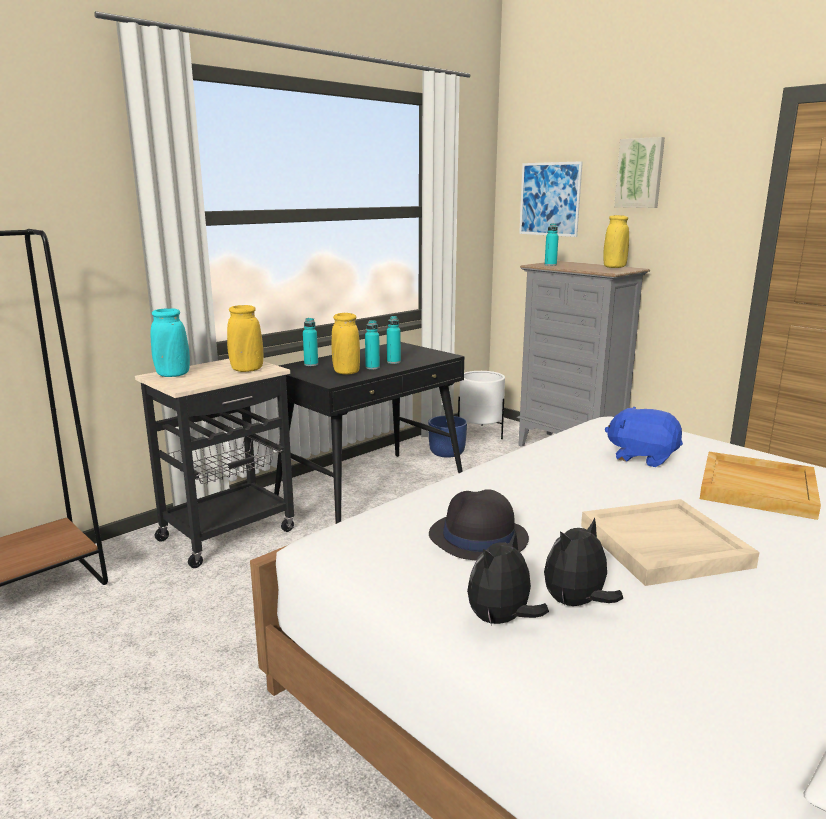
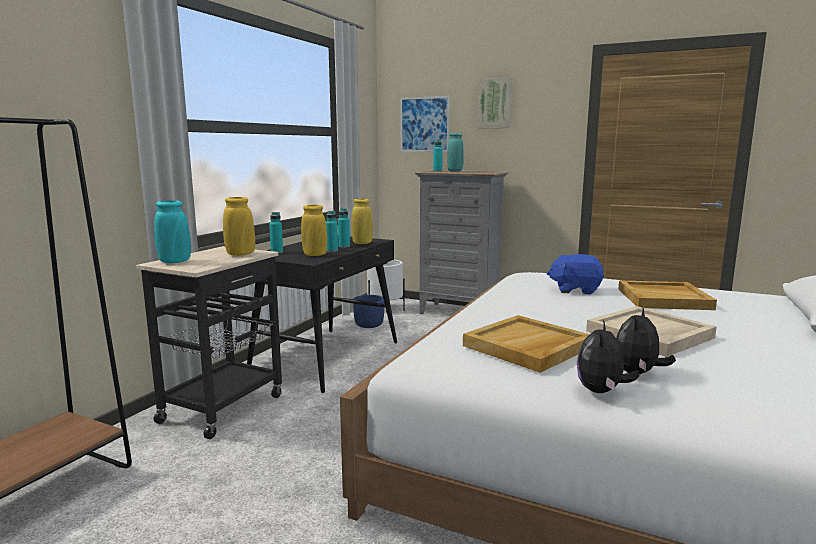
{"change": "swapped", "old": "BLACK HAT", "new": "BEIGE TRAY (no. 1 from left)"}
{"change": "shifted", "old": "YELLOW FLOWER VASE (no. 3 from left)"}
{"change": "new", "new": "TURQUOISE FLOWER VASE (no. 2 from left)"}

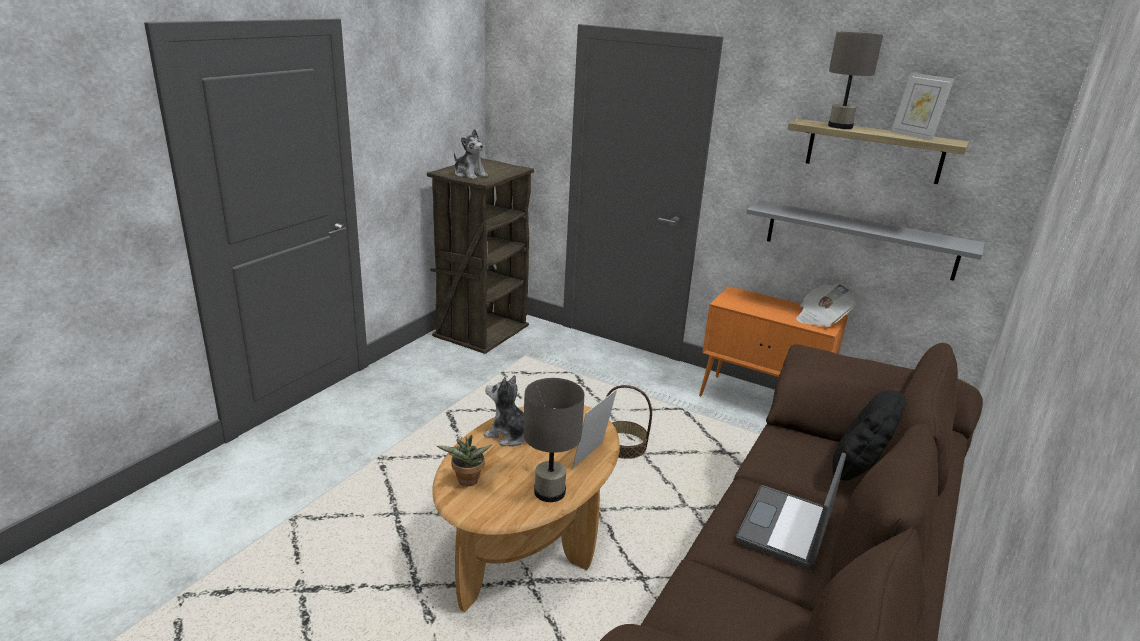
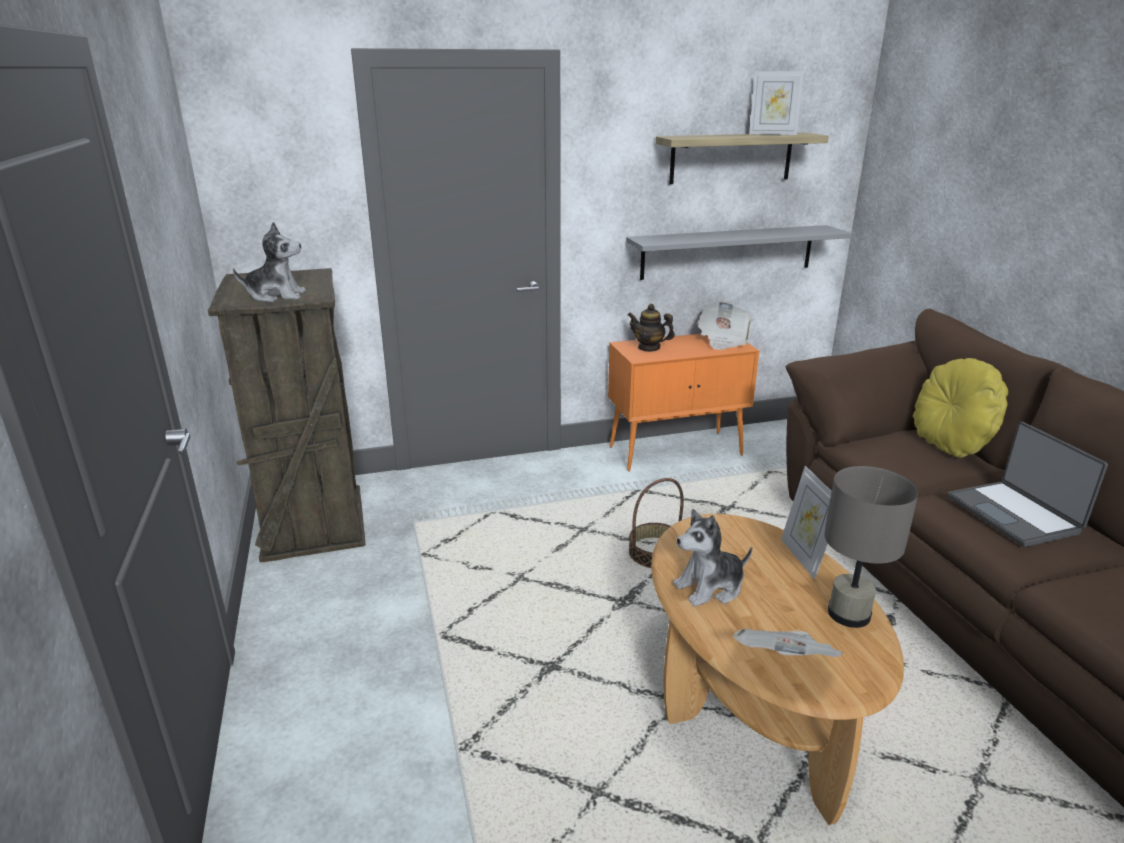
{"change": "swapped", "old": "PLANT IN A POT", "new": "NEWSPAPER (no. 2 from left)"}
{"change": "gone", "old": "GREY LAMP FOR A TABLE (no. 2 from left)"}
{"change": "repainted", "old": "BLACK CUSHION", "new": "YELLOW CUSHION"}
{"change": "new", "new": "TEA POT"}

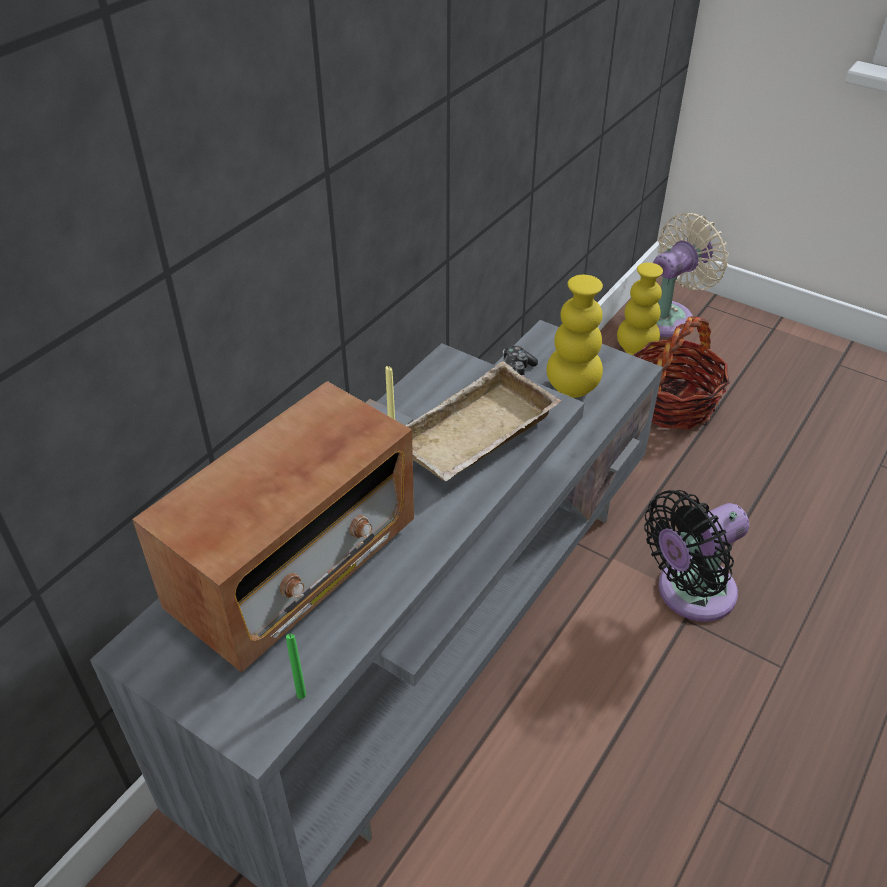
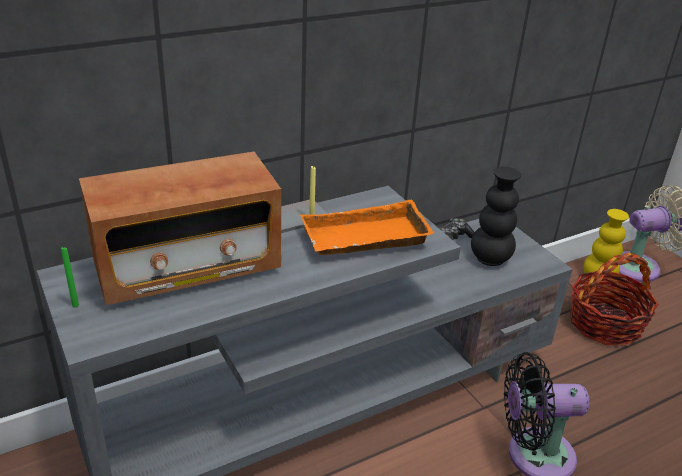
{"change": "shifted", "old": "GREEN-COLOURED CANDLE"}
{"change": "repainted", "old": "BEIGE TRAY", "new": "ORANGE TRAY"}
{"change": "repainted", "old": "YELLOW FLOWER VASE (no. 1 from left)", "new": "BLACK FLOWER VASE"}

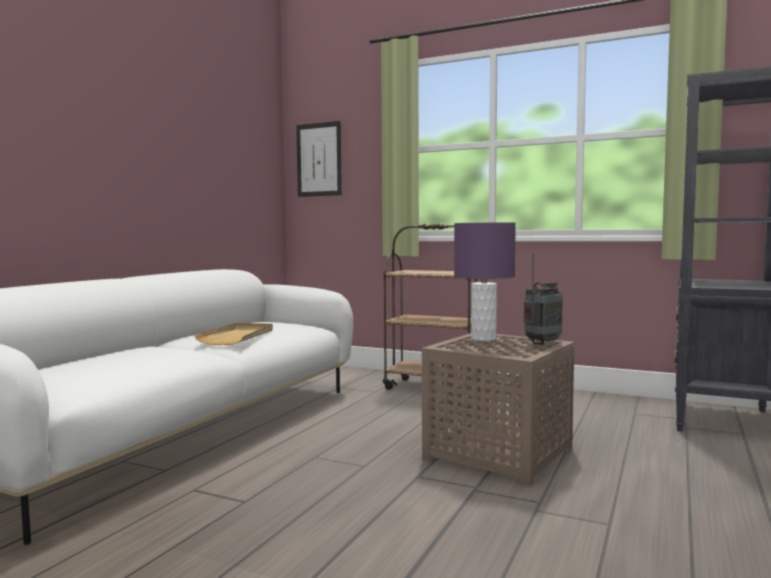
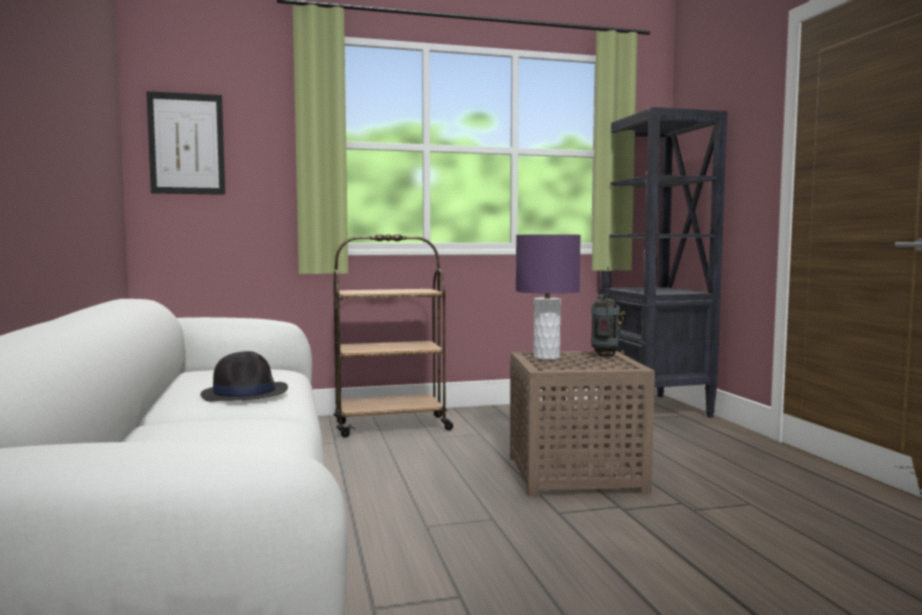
{"change": "swapped", "old": "BEIGE TRAY", "new": "BLACK HAT"}

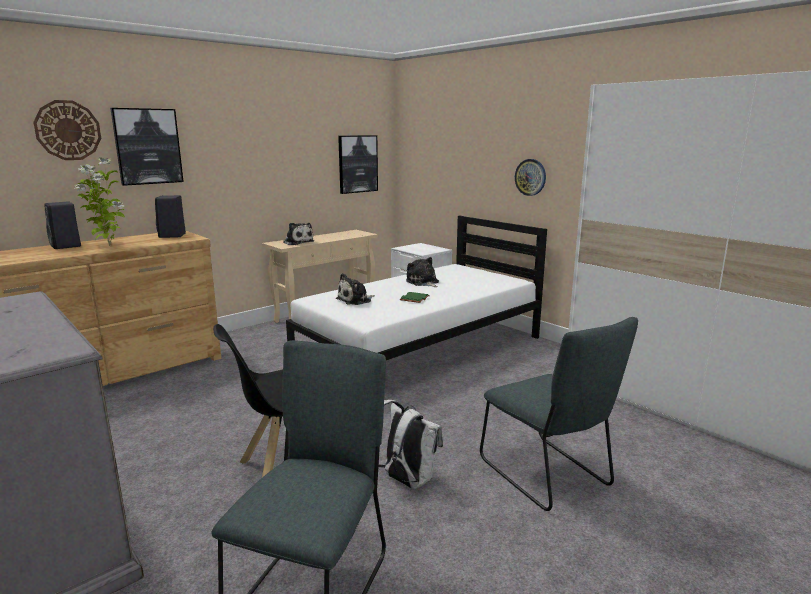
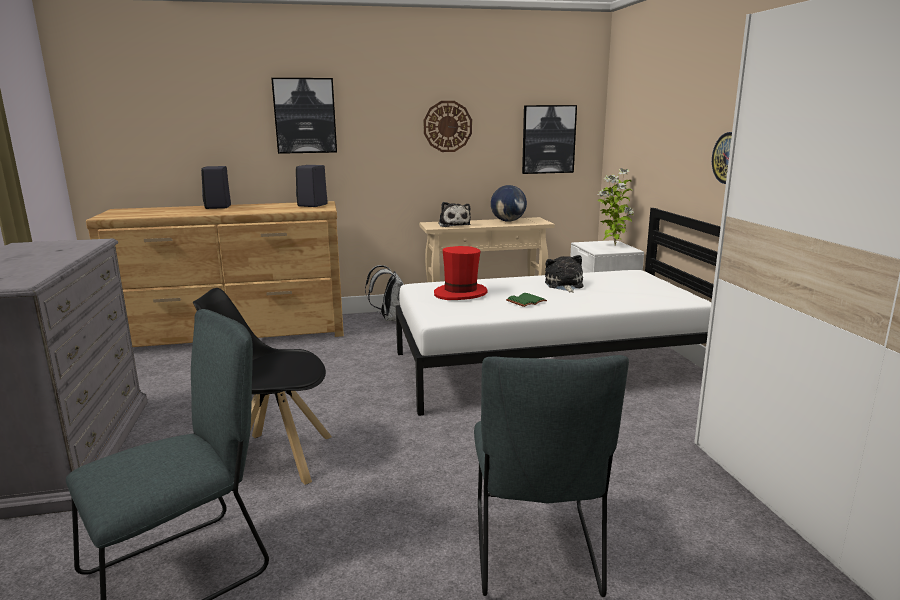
{"change": "shifted", "old": "HANGING CLOCK (no. 1 from left)"}
{"change": "shifted", "old": "PLANT IN A POT"}
{"change": "swapped", "old": "PLUSH TOY (no. 2 from left)", "new": "RED HAT"}
{"change": "shifted", "old": "WHITE-COLOURED BACKPACK"}
{"change": "new", "new": "GLOBE"}

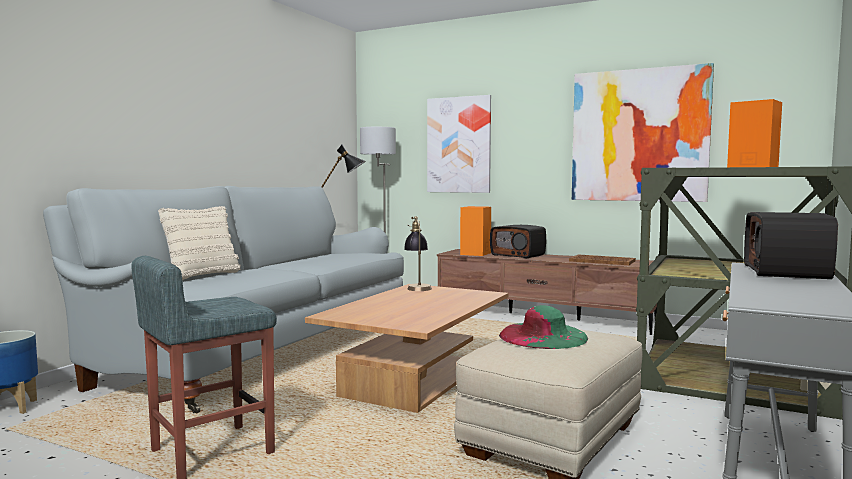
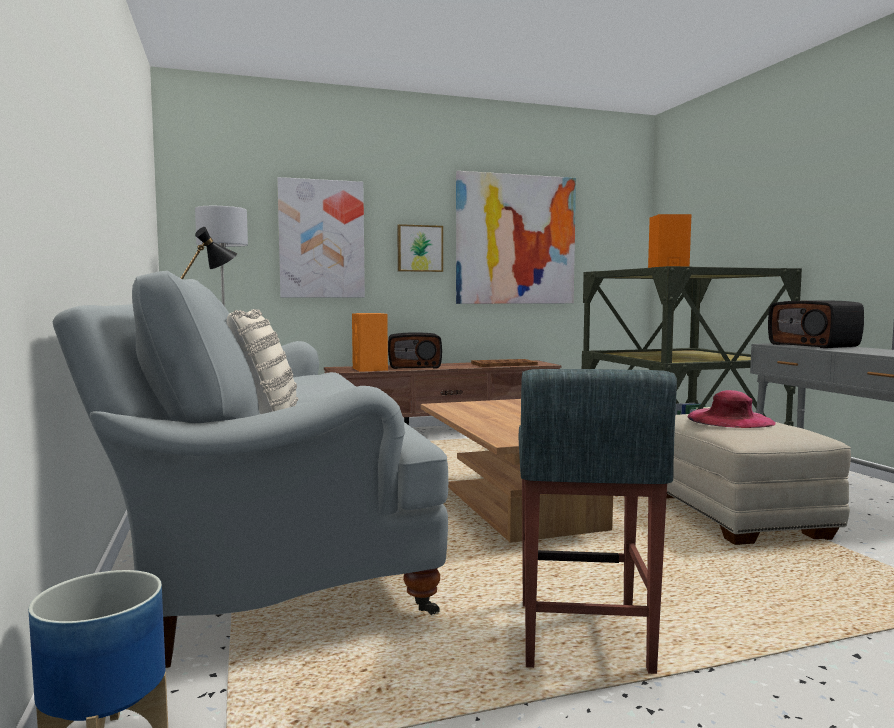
{"change": "gone", "old": "LAMP FOR A TABLE"}
{"change": "repainted", "old": "GREEN-COLOURED HAT", "new": "PINK-COLOURED HAT"}
{"change": "new", "new": "WALL ART (no. 2 from left)"}

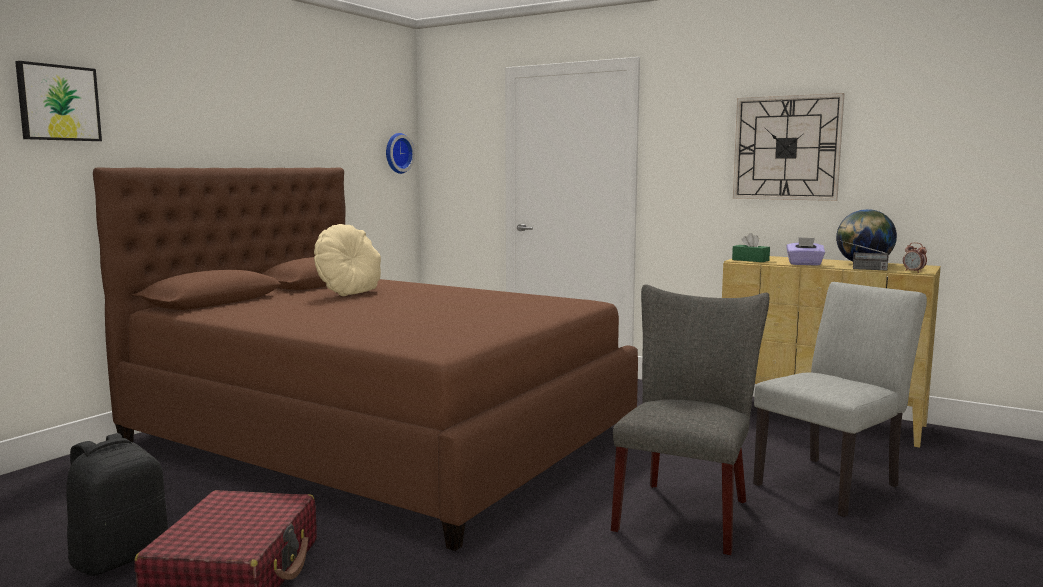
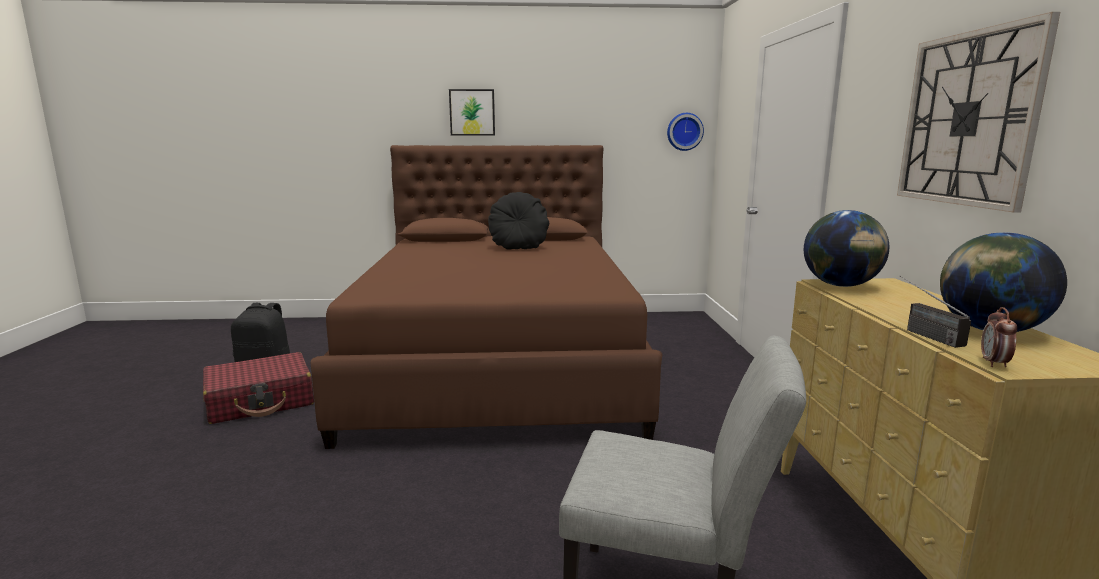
{"change": "shifted", "old": "WALL ART"}
{"change": "repainted", "old": "BEIGE CUSHION", "new": "BLACK CUSHION"}
{"change": "gone", "old": "GREY CHAIR (no. 1 from left)"}
{"change": "swapped", "old": "GREEN-COLOURED BOX OF TISSUES", "new": "GLOBE (no. 1 from left)"}
{"change": "gone", "old": "PURPLISH BOX OF TISSUES"}

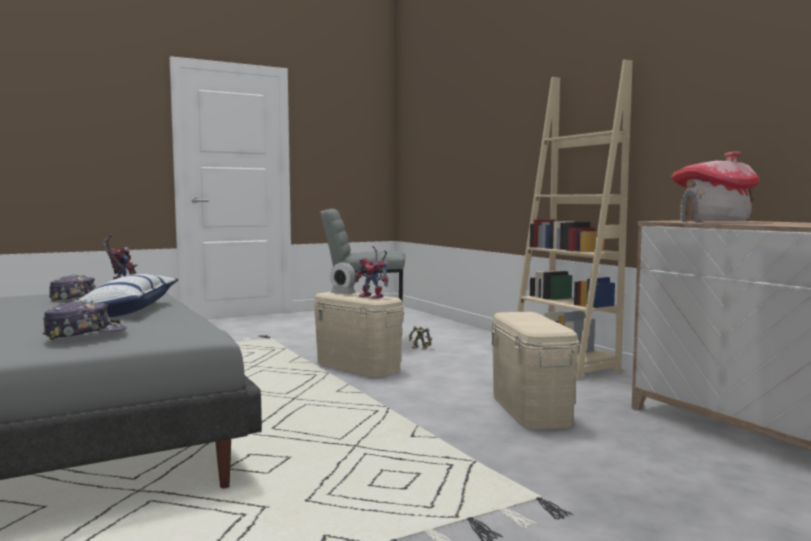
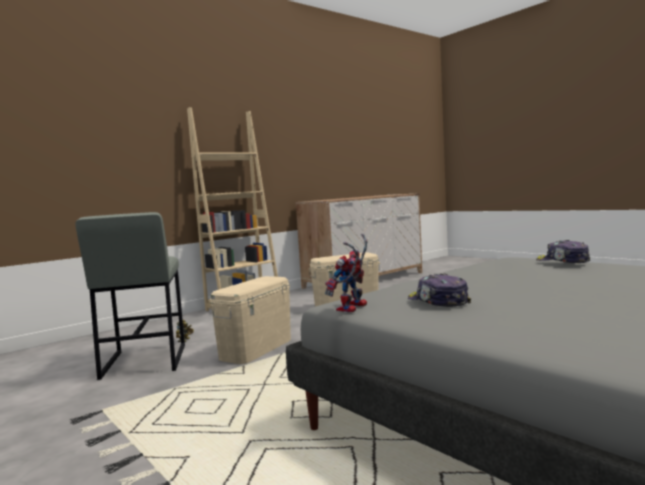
{"change": "gone", "old": "CUSHION"}
{"change": "gone", "old": "TABLE CLOCK"}
{"change": "gone", "old": "ROBOT FIGURE (no. 2 from left)"}
{"change": "gone", "old": "MINIATURE HOUSE"}

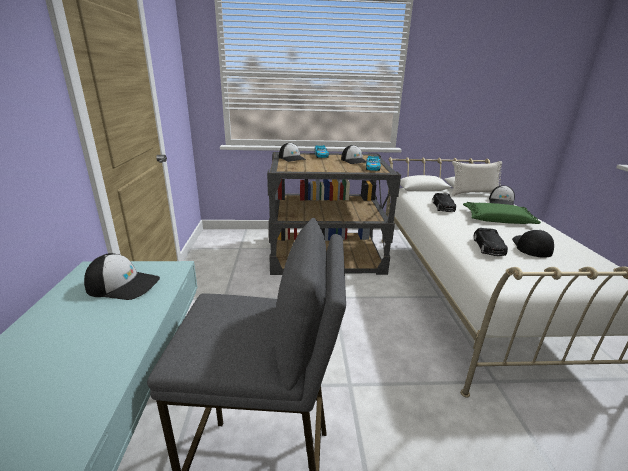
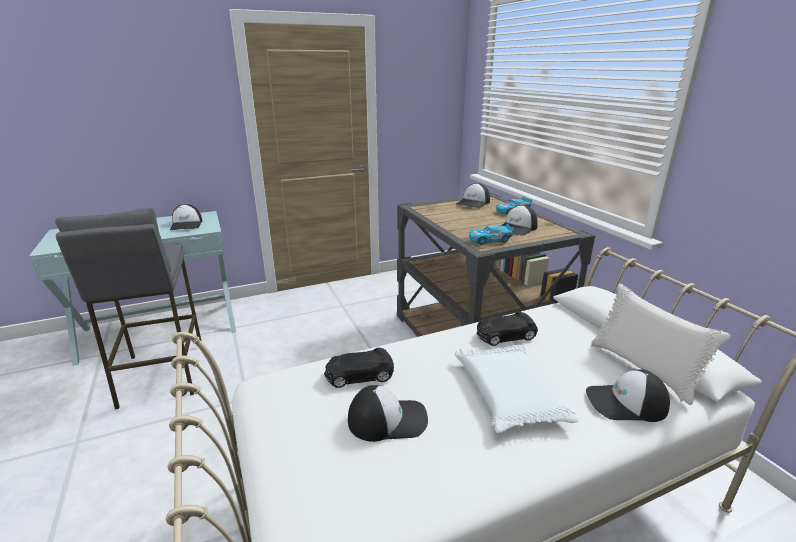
{"change": "repainted", "old": "GREEN-COLOURED CUSHION", "new": "WHITE-COLOURED CUSHION (no. 1 from left)"}

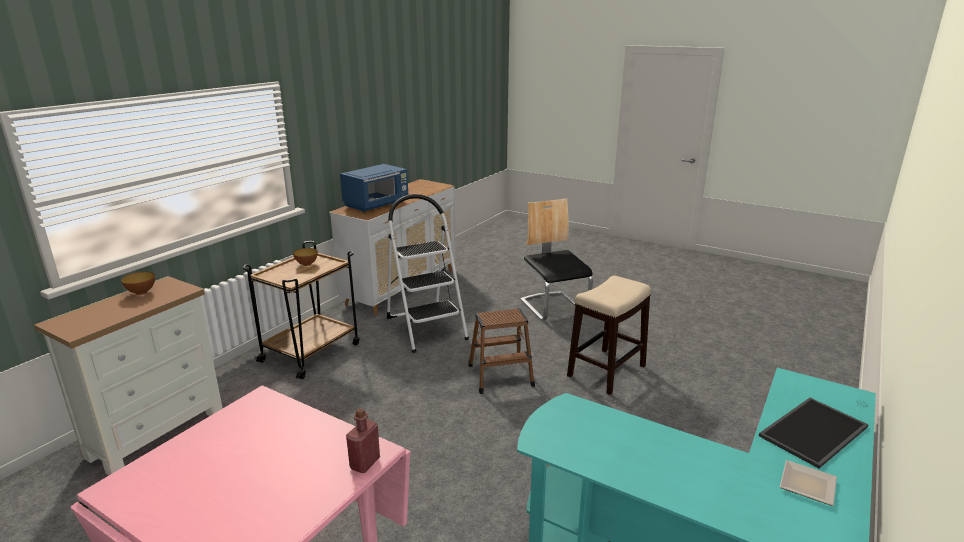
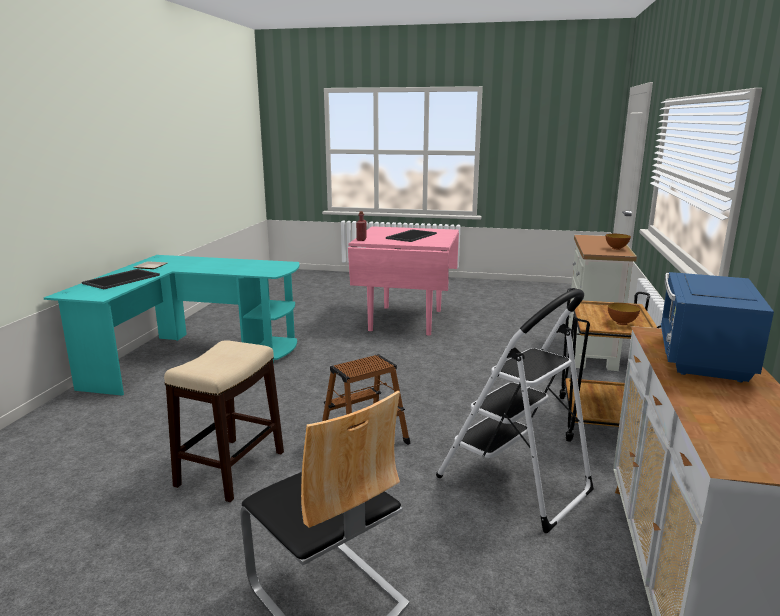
{"change": "new", "new": "TRAY (no. 2 from left)"}

